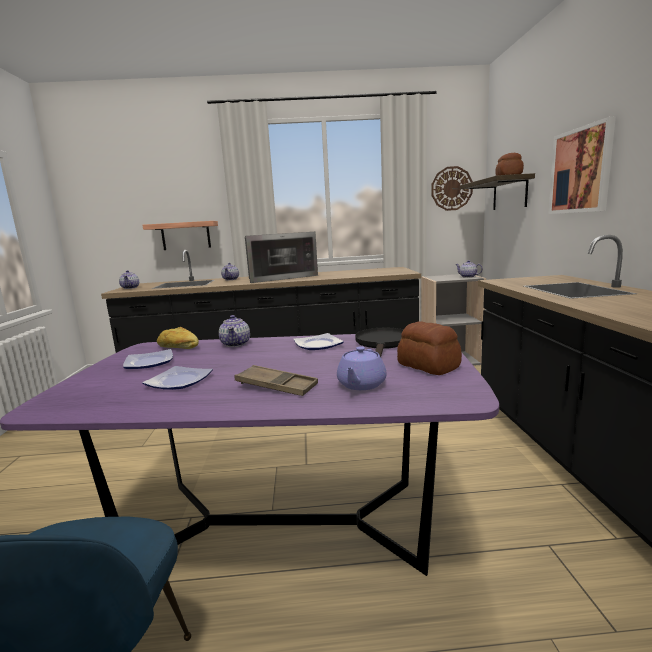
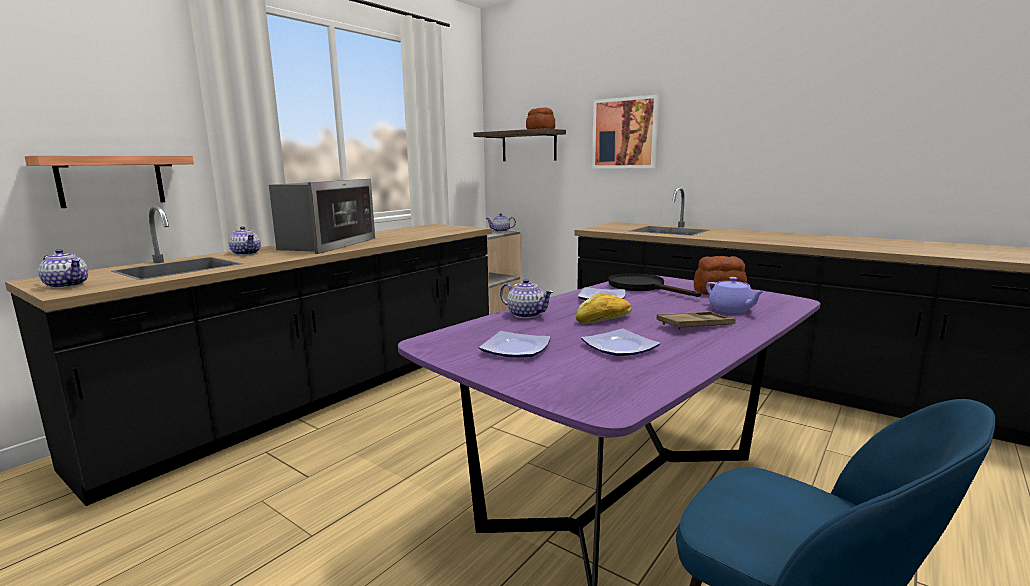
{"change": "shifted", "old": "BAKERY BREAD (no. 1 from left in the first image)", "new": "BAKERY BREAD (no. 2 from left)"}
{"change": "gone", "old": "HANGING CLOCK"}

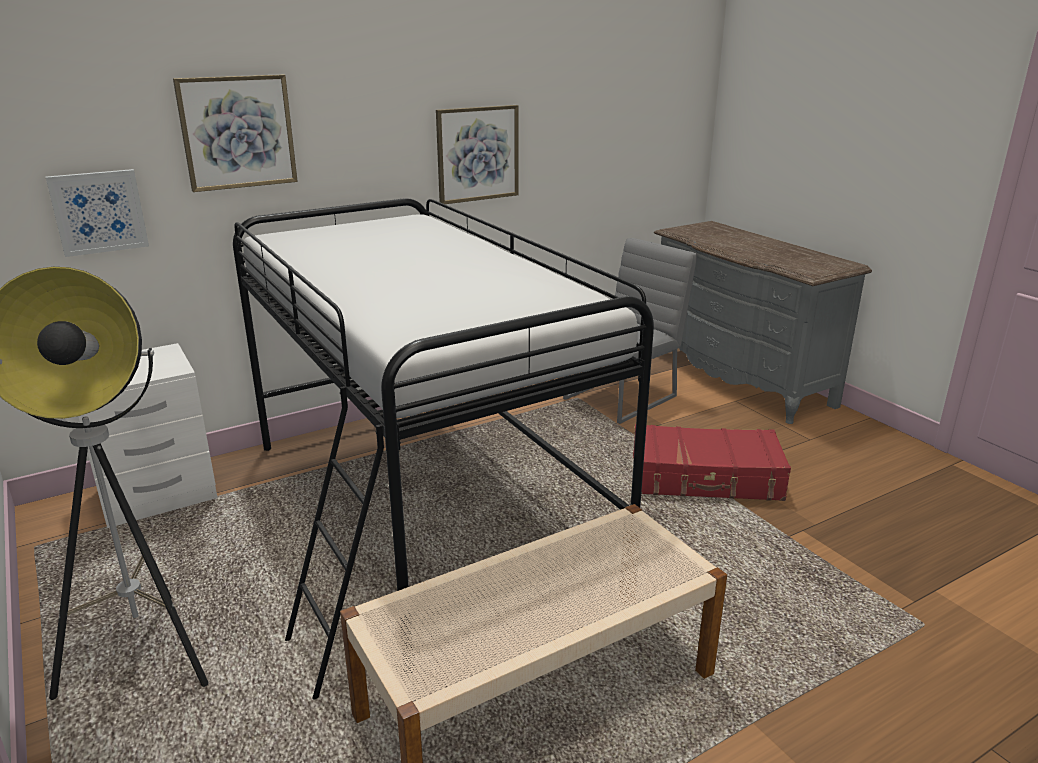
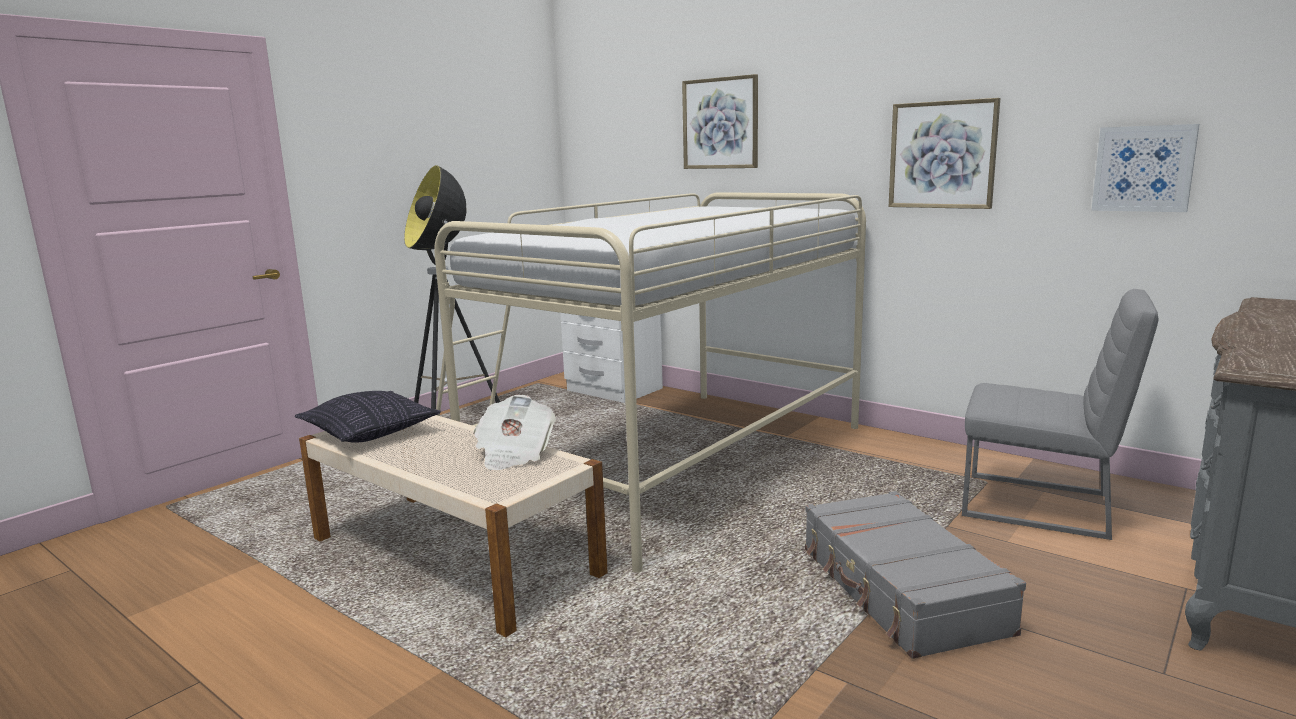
{"change": "shifted", "old": "WALL ART (no. 1 from left in the first image)", "new": "WALL ART (no. 3 from left)"}
{"change": "repainted", "old": "BLACK BED", "new": "BEIGE BED"}
{"change": "repainted", "old": "RED PIECE OF LUGGAGE", "new": "GREY PIECE OF LUGGAGE"}
{"change": "new", "new": "CUSHION"}
{"change": "new", "new": "NEWSPAPER"}

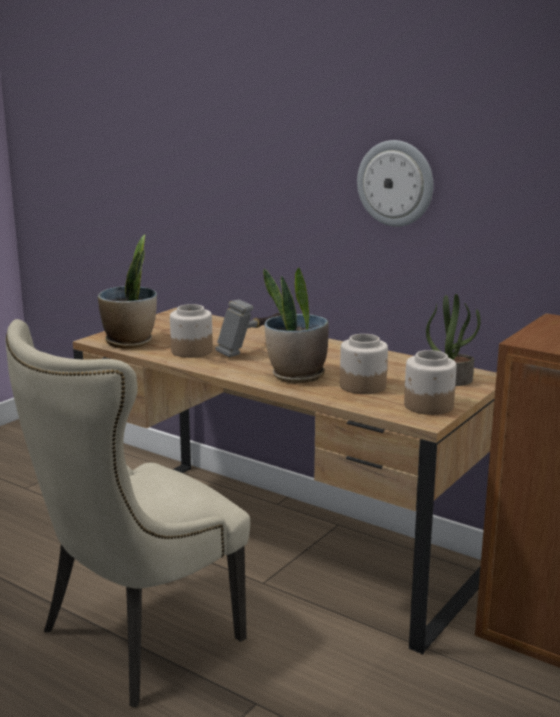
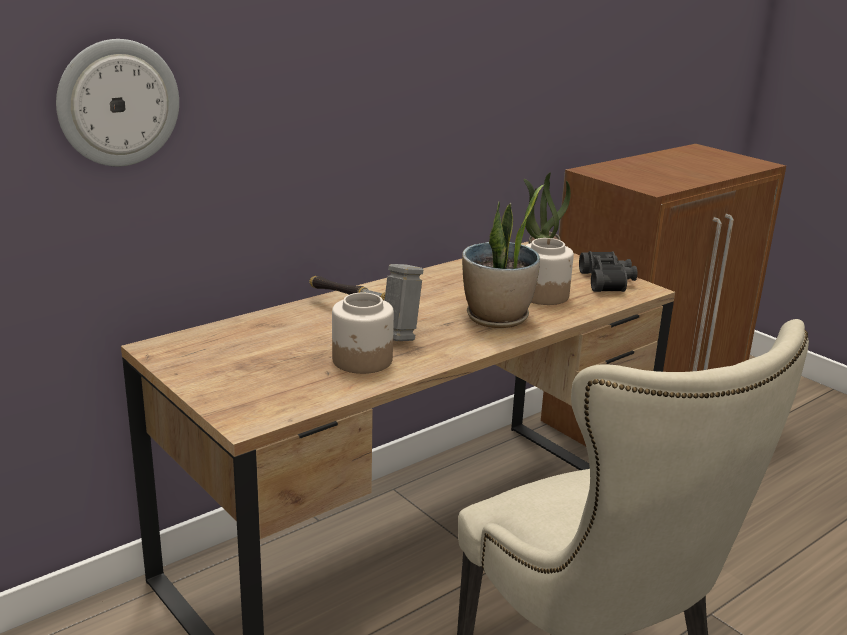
{"change": "gone", "old": "PLANT IN A POT (no. 1 from left)"}
{"change": "shifted", "old": "HANGING CLOCK"}
{"change": "swapped", "old": "JAR (no. 3 from left)", "new": "BLACK FIELD GLASSES"}

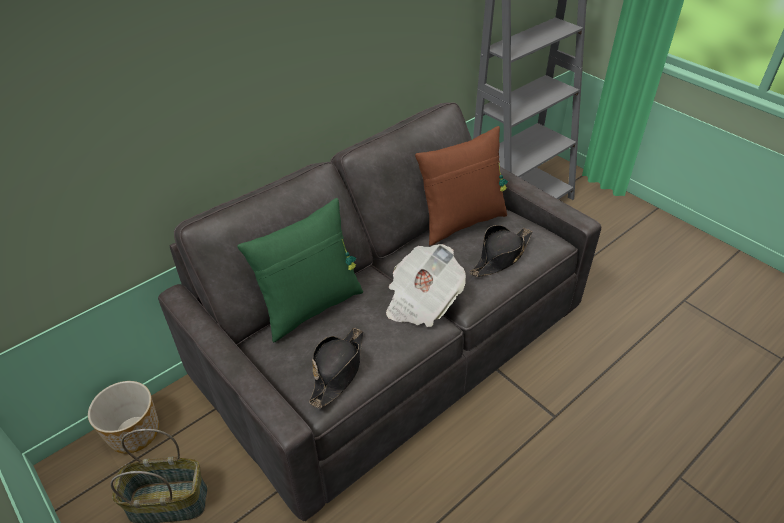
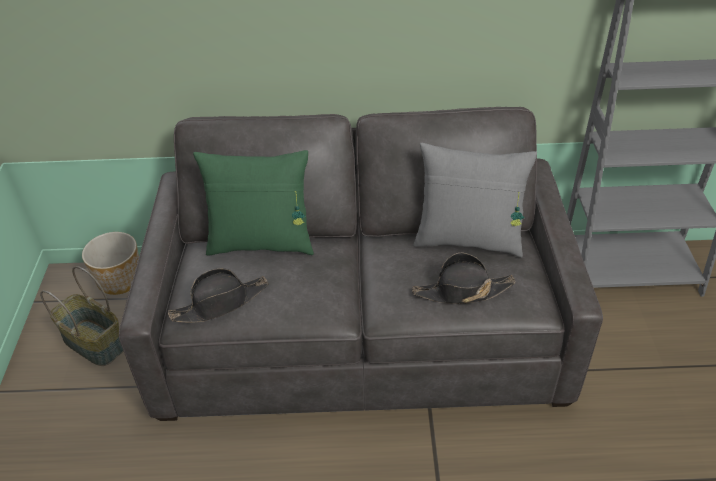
{"change": "gone", "old": "NEWSPAPER"}
{"change": "repainted", "old": "BROWN-COLOURED CUSHION", "new": "GREY CUSHION"}

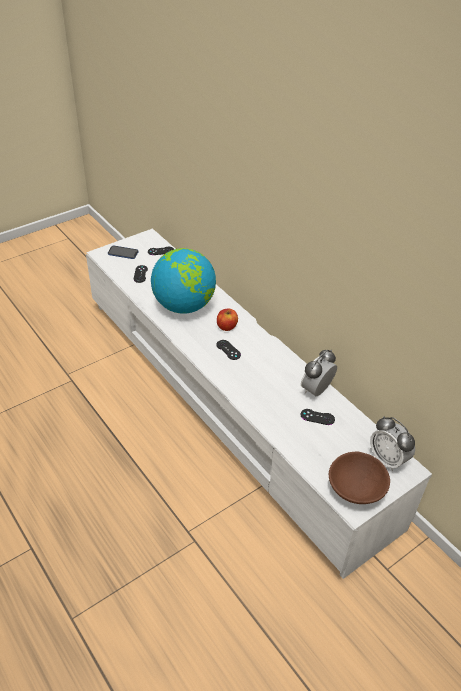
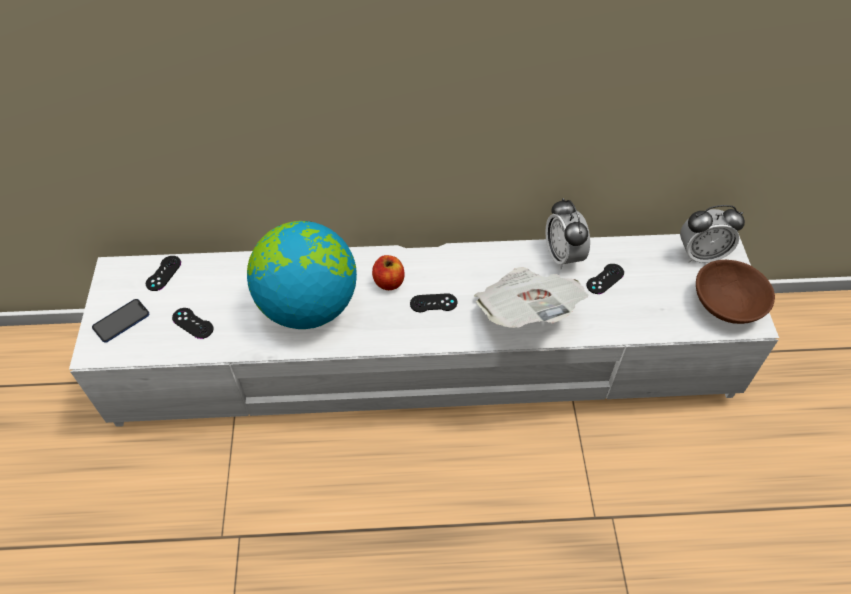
{"change": "new", "new": "NEWSPAPER"}

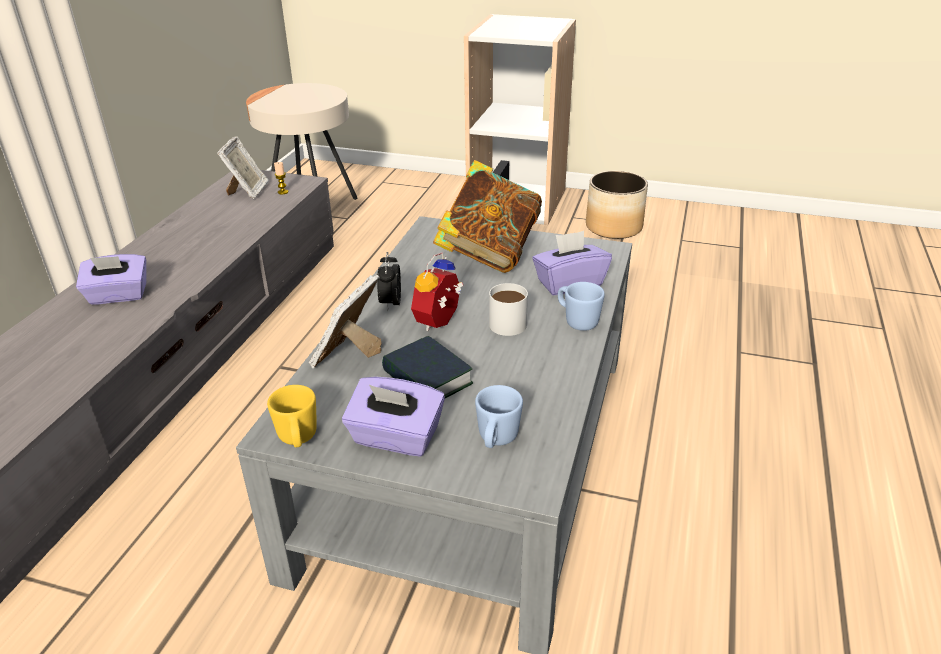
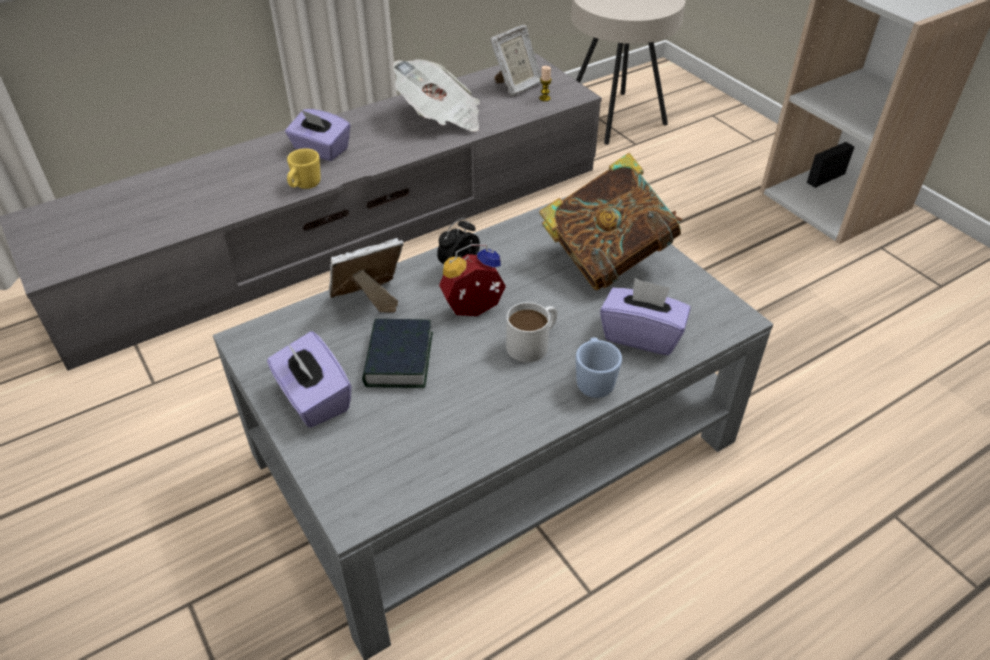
{"change": "shifted", "old": "YELLOW TEA MUG"}
{"change": "gone", "old": "BLUE-COLOURED TEA MUG (no. 1 from left)"}
{"change": "gone", "old": "PLANT POT"}
{"change": "new", "new": "NEWSPAPER"}

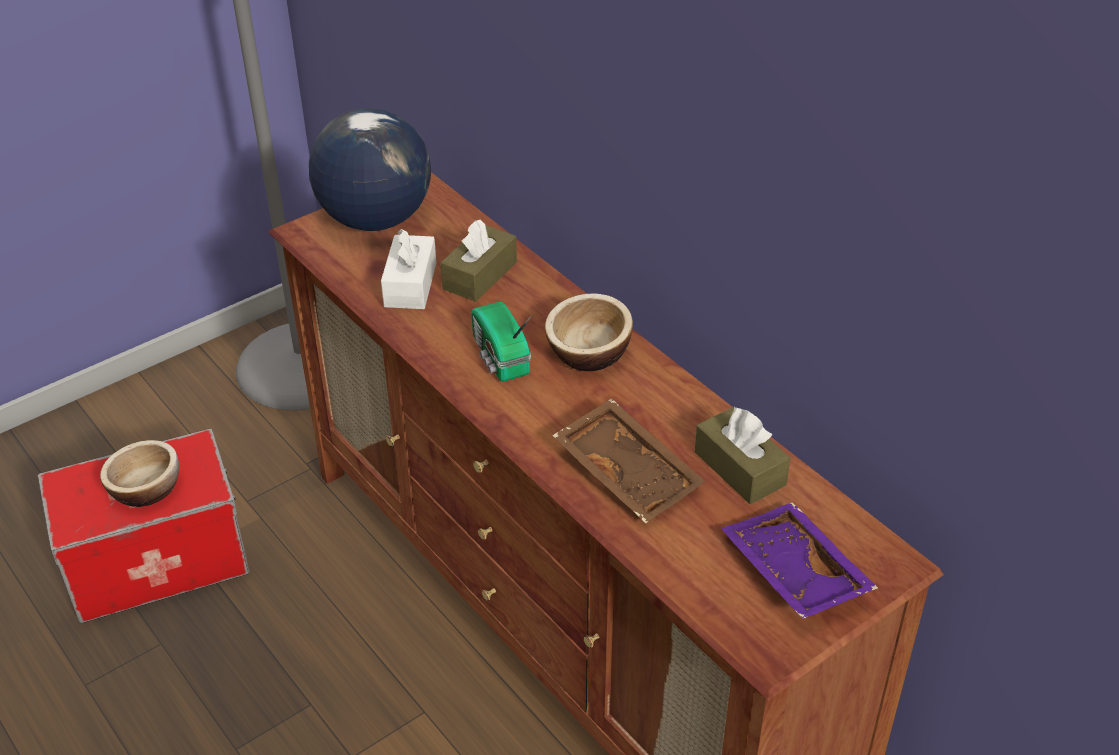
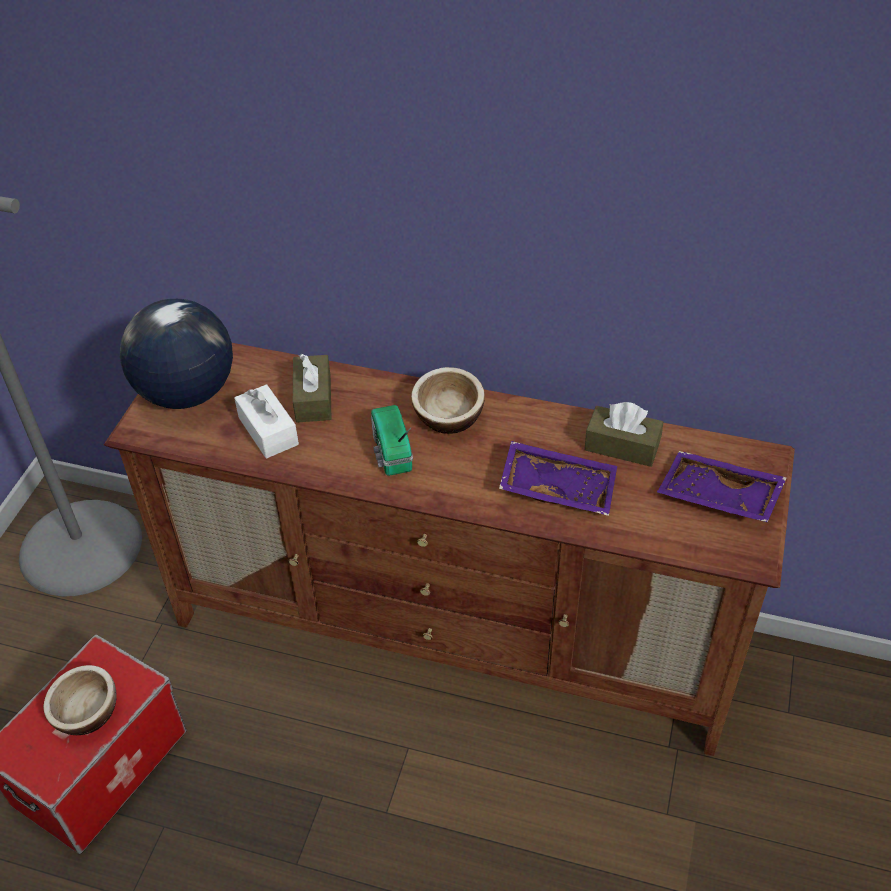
{"change": "rotated", "old": "RADIO SET", "degrees": 45}
{"change": "repainted", "old": "BROWN-COLOURED TRAY", "new": "PURPLISH TRAY (no. 1 from left)"}

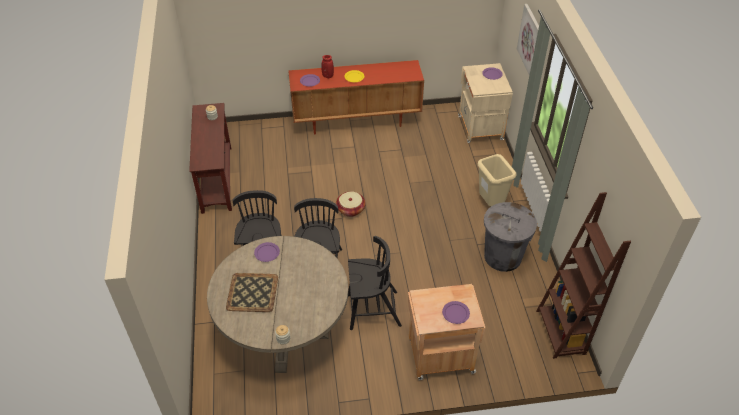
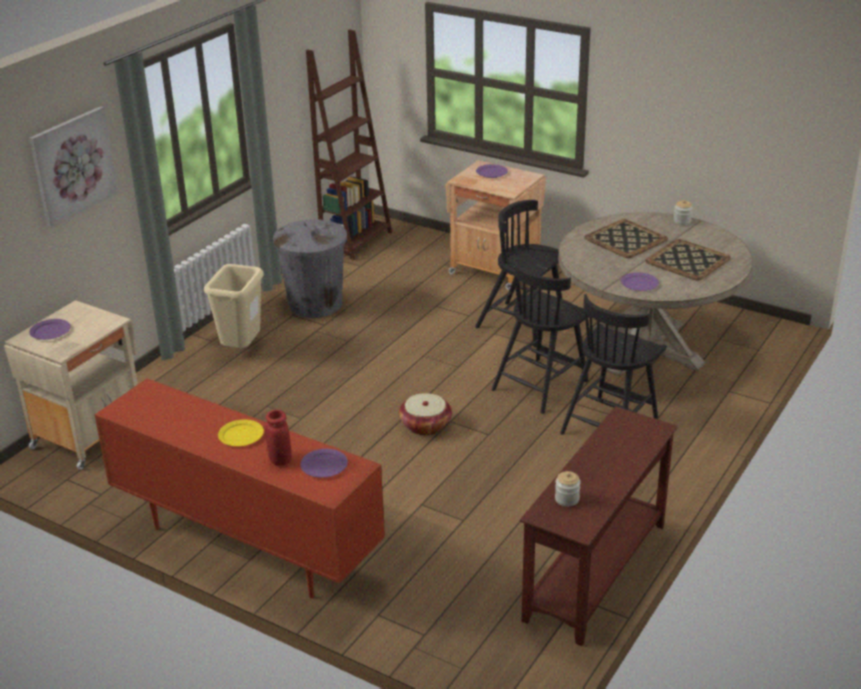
{"change": "new", "new": "TRAY (no. 1 from left)"}

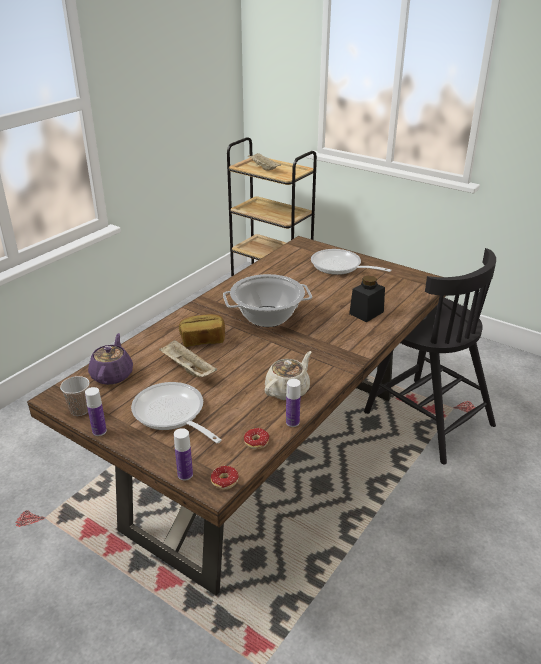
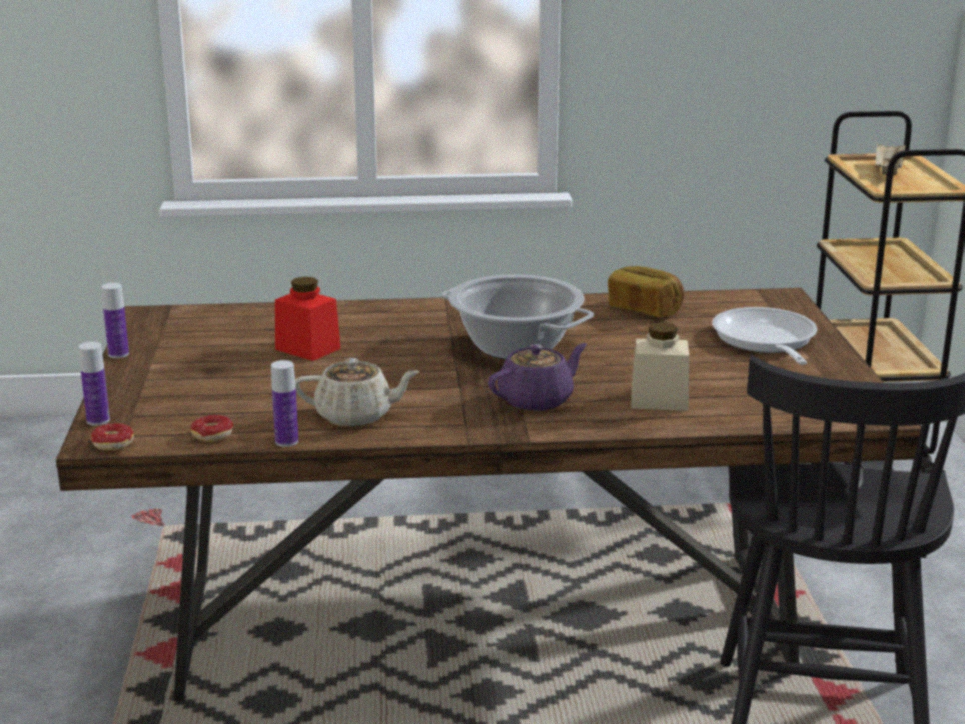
{"change": "gone", "old": "SMALL CUP"}
{"change": "shifted", "old": "PURPLISH TEA POT"}
{"change": "gone", "old": "PAN (no. 1 from left)"}
{"change": "swapped", "old": "BEIGE TRAY (no. 1 from left)", "new": "RED JAR"}
{"change": "shifted", "old": "BAKERY BREAD"}
{"change": "repainted", "old": "BLACK JAR", "new": "BEIGE JAR"}

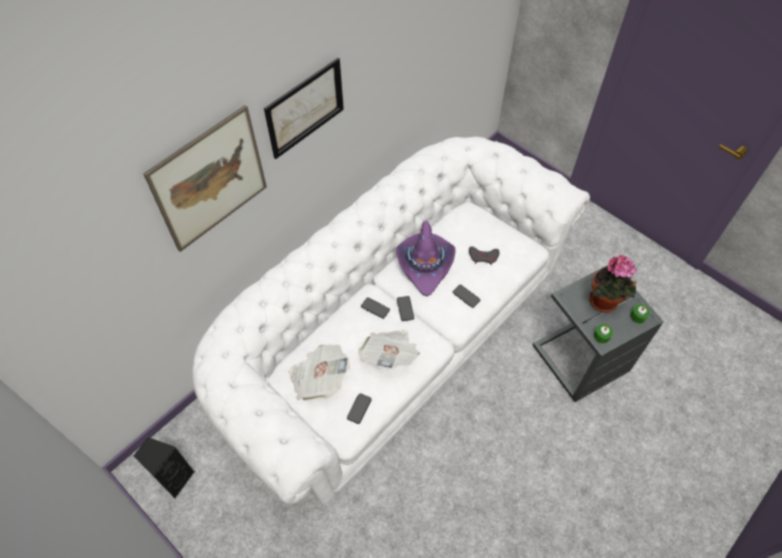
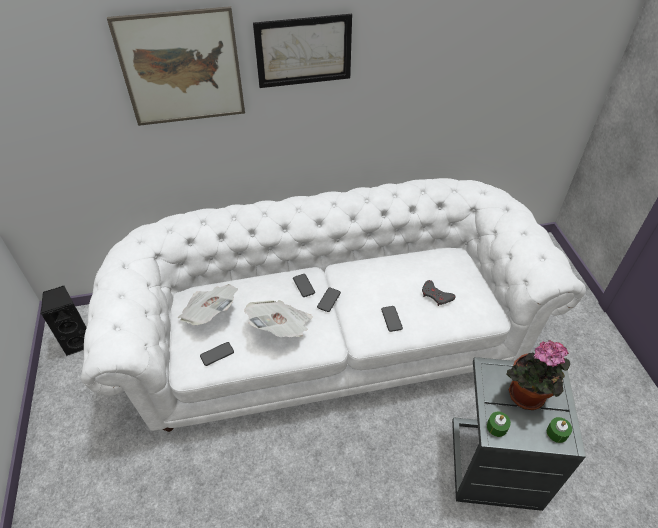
{"change": "gone", "old": "PURPLISH HAT"}

